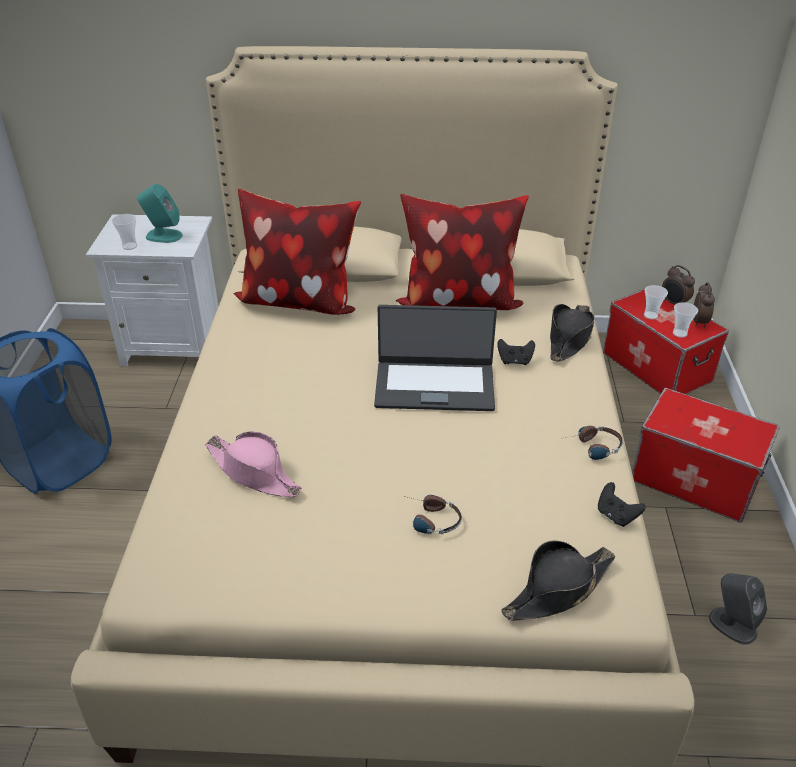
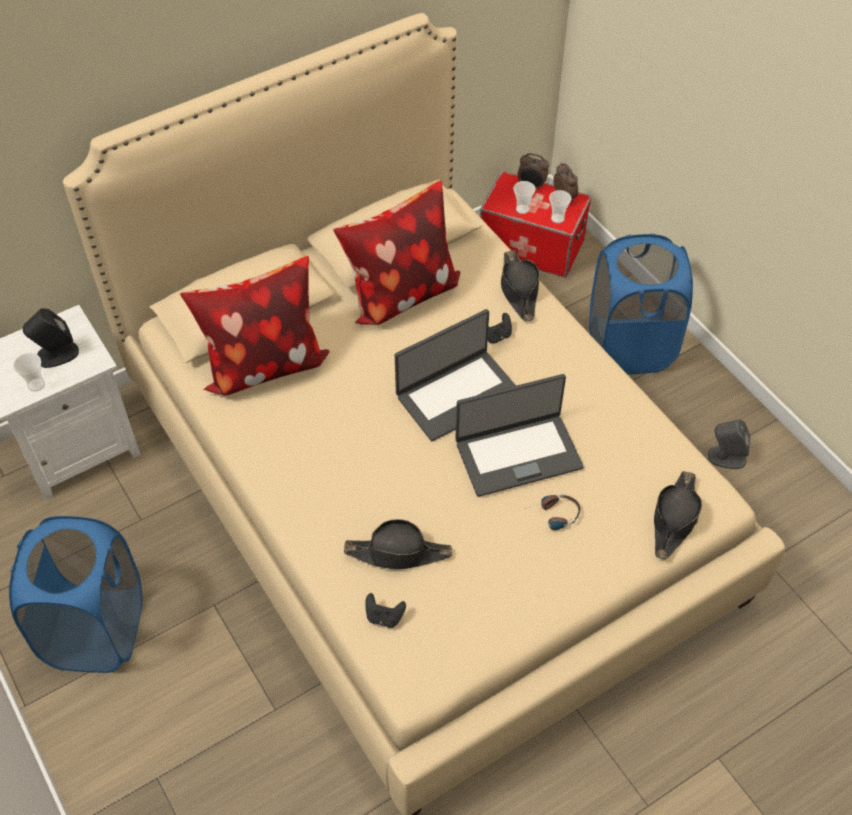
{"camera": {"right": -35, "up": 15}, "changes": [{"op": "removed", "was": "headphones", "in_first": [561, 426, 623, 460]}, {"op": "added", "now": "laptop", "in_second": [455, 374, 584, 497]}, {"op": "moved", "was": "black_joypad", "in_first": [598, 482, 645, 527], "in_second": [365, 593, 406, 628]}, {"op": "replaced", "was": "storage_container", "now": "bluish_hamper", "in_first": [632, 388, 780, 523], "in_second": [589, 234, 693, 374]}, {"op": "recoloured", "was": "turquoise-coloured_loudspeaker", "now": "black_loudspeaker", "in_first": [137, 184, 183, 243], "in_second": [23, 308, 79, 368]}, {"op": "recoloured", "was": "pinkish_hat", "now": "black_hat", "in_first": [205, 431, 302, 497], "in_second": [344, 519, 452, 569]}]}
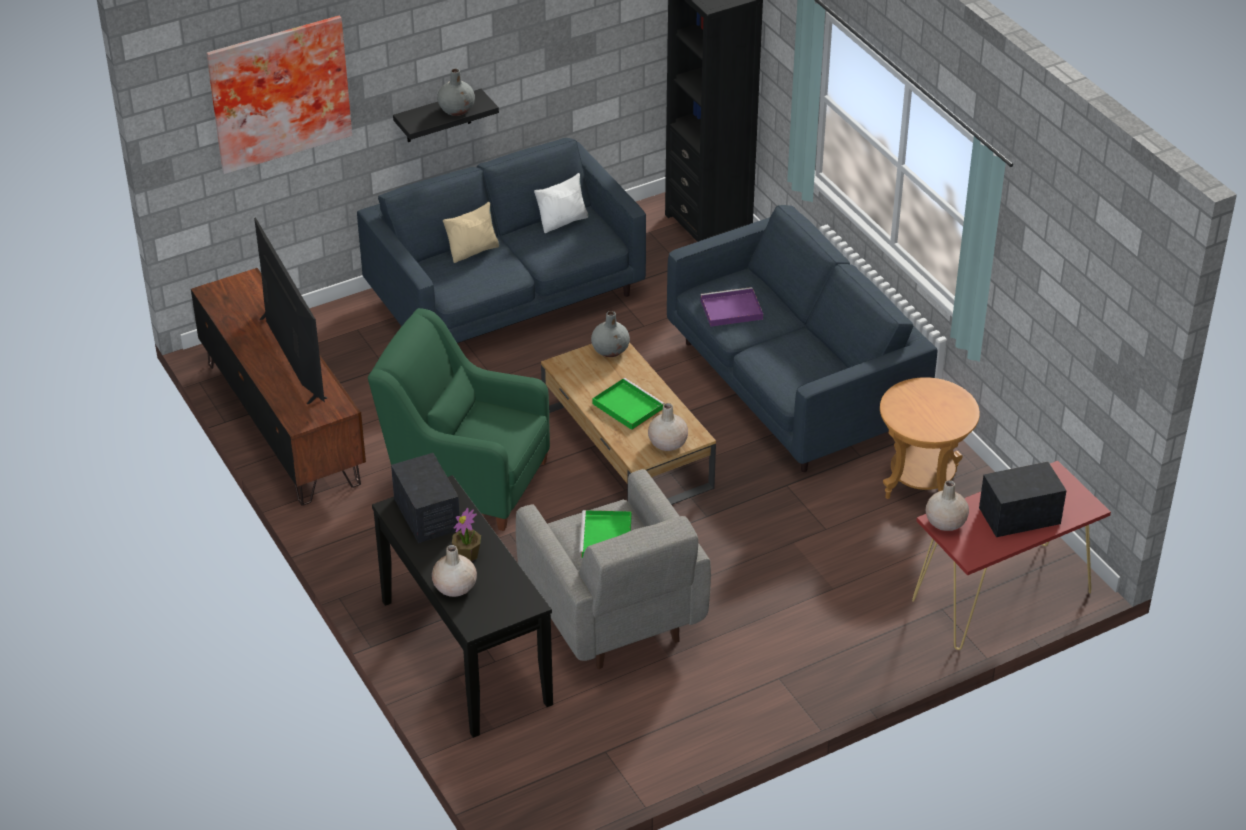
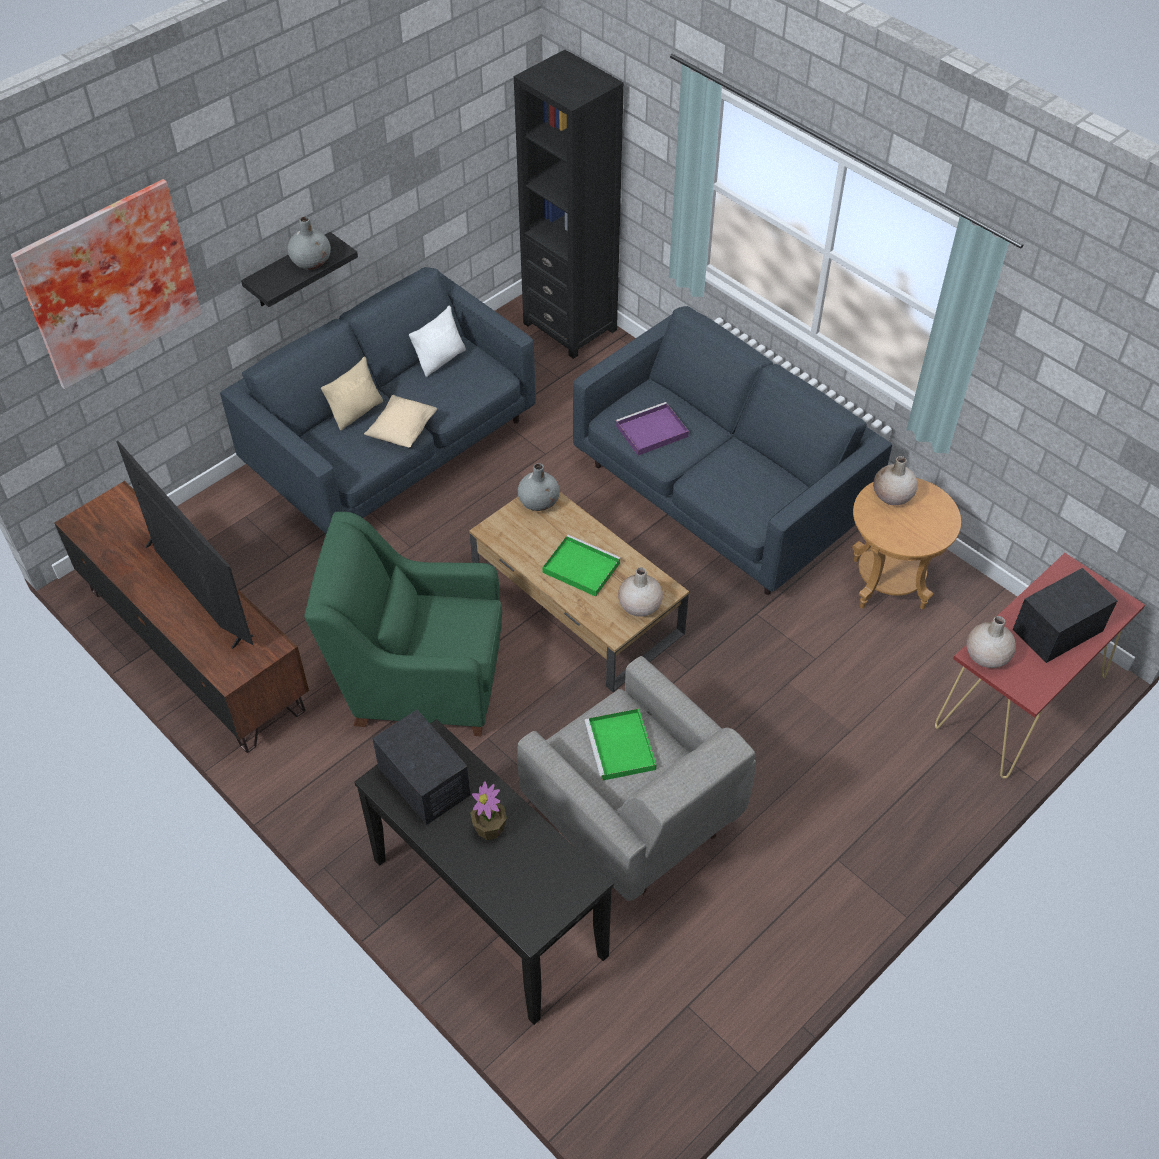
{"camera": {"right": -15, "up": 10}, "changes": [{"op": "added", "now": "sand-coloured_pillow", "in_second": [364, 395, 437, 447]}, {"op": "moved", "was": "sand-coloured_vase", "in_first": [432, 545, 477, 597], "in_second": [873, 456, 918, 505]}]}
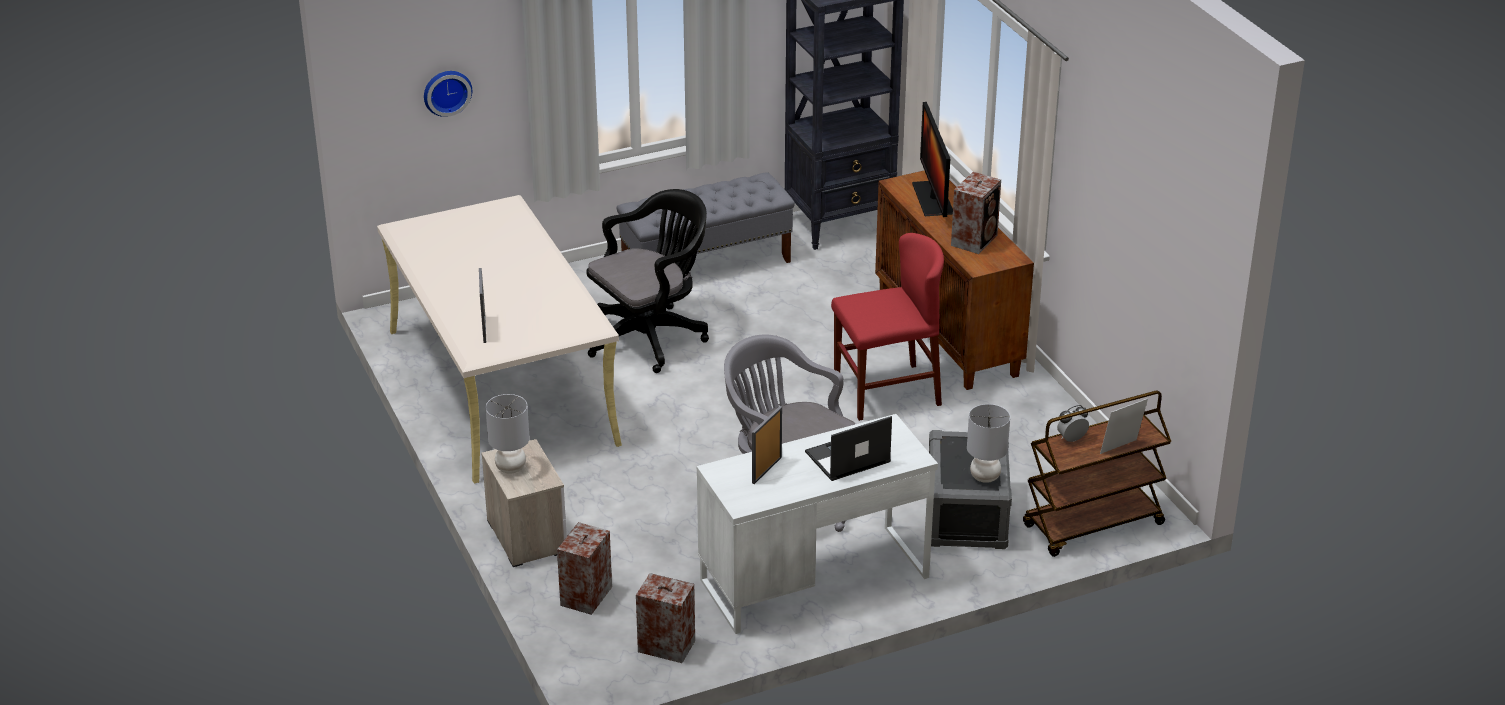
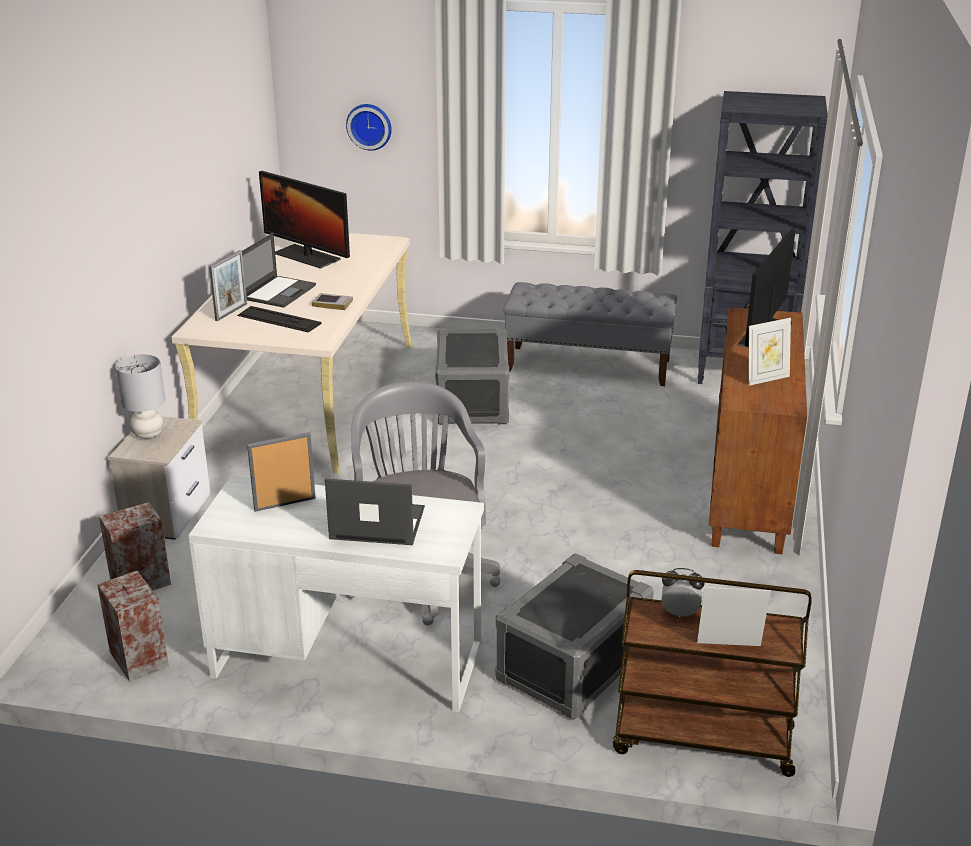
{"camera": {"right": 35, "up": -5}, "changes": [{"op": "removed", "was": "red-coloured_upright_chair", "in_first": [831, 233, 944, 421]}, {"op": "removed", "was": "grey_table_lamp", "in_first": [967, 404, 1010, 483]}, {"op": "added", "now": "PC_keyboard", "in_second": [237, 306, 321, 333]}, {"op": "added", "now": "laptop", "in_second": [242, 233, 316, 308]}, {"op": "added", "now": "monitor", "in_second": [259, 171, 350, 269]}, {"op": "added", "now": "bound_book", "in_second": [312, 293, 353, 310]}, {"op": "replaced", "was": "black_office_chair", "now": "grey_storage_container", "in_first": [587, 189, 709, 373], "in_second": [435, 329, 510, 425]}, {"op": "replaced", "was": "loudspeaker", "now": "standing_frame", "in_first": [951, 172, 1001, 254], "in_second": [748, 318, 791, 386]}]}
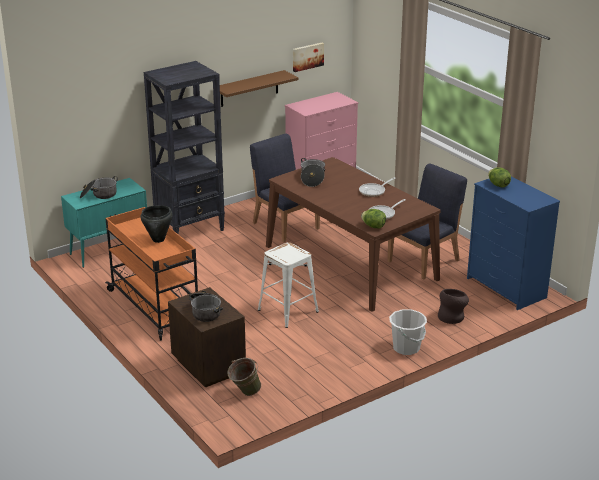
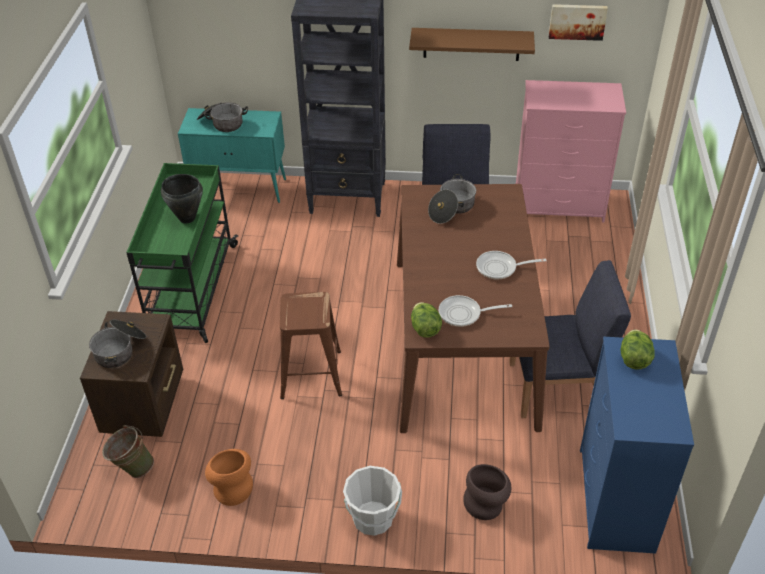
{"camera": {"right": 40, "up": 15}, "changes": [{"op": "added", "now": "orange-coloured_vase", "in_second": [205, 449, 253, 506]}, {"op": "recoloured", "was": "orange-coloured_cart", "now": "green_cart", "in_first": [105, 207, 198, 341], "in_second": [126, 163, 238, 343]}, {"op": "recoloured", "was": "white-coloured_stool", "now": "brown_stool", "in_first": [258, 242, 319, 328], "in_second": [280, 292, 342, 399]}]}
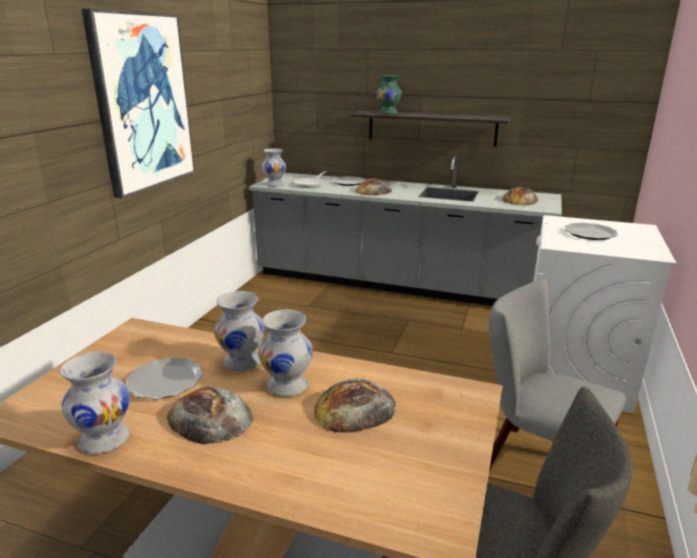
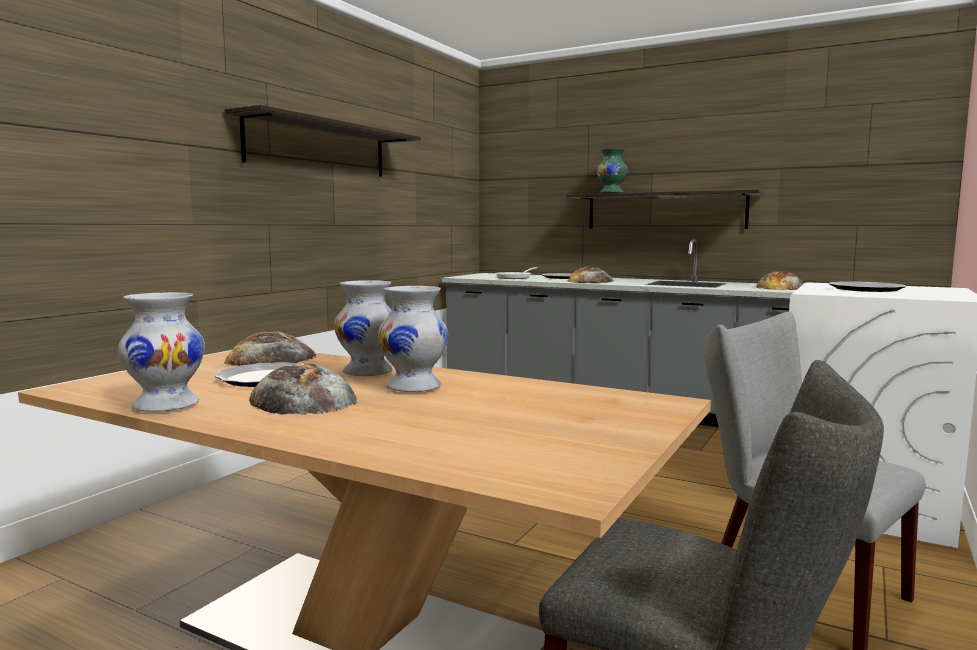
{"camera": {"right": 10, "up": -15}, "changes": [{"op": "removed", "was": "white-coloured_vase", "in_first": [262, 148, 286, 186]}, {"op": "moved", "was": "bread", "in_first": [314, 379, 396, 433], "in_second": [225, 331, 316, 366]}, {"op": "replaced", "was": "wall_picture", "now": "shelf", "in_first": [81, 9, 195, 198], "in_second": [224, 105, 421, 177]}]}
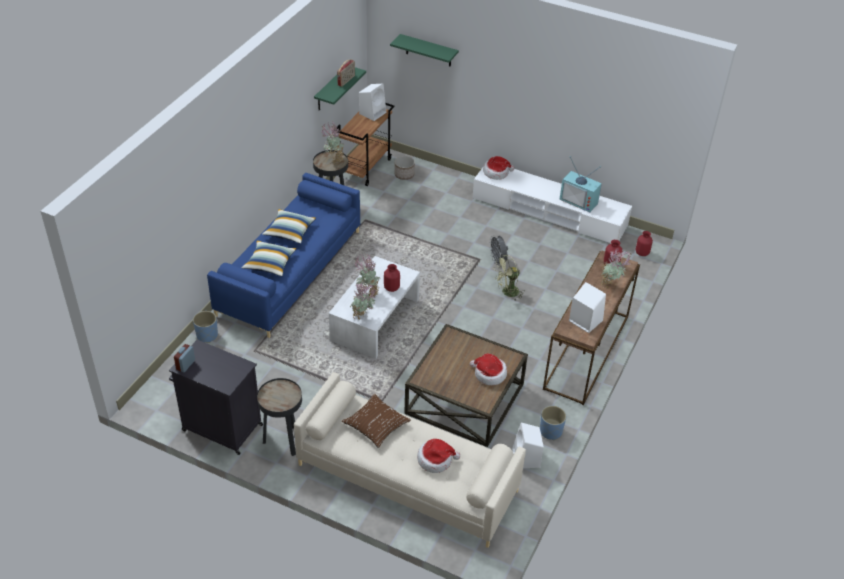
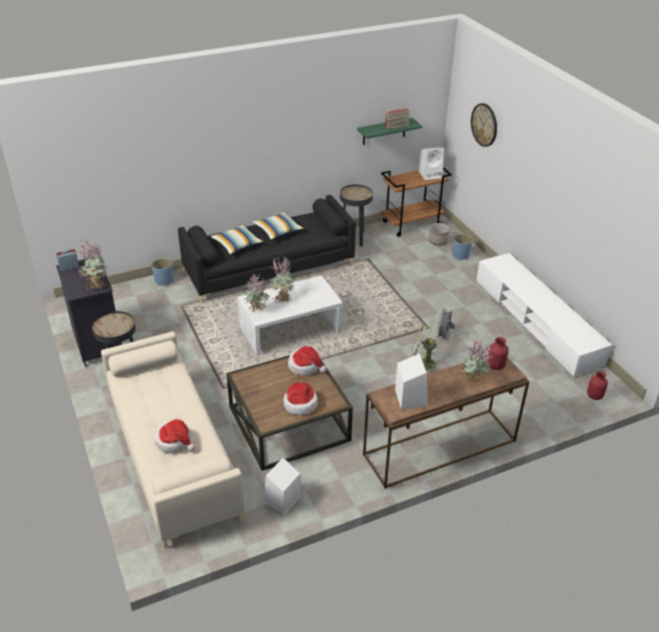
{"camera": {"right": 40, "up": -5}, "changes": [{"op": "removed", "was": "brown_pillow", "in_first": [342, 394, 411, 448]}, {"op": "removed", "was": "red-coloured_vase", "in_first": [384, 264, 400, 292]}, {"op": "removed", "was": "TV", "in_first": [559, 156, 602, 212]}, {"op": "moved", "was": "plant_in_a_pot", "in_first": [321, 122, 345, 165], "in_second": [78, 240, 108, 290]}, {"op": "moved", "was": "hat", "in_first": [483, 156, 514, 180], "in_second": [288, 346, 327, 376]}, {"op": "moved", "was": "bluish_flower_pot", "in_first": [540, 406, 566, 440], "in_second": [452, 234, 473, 260]}, {"op": "replaced", "was": "green_shelf", "now": "wall_clock", "in_first": [390, 34, 459, 67], "in_second": [471, 103, 497, 147]}, {"op": "recoloured", "was": "bluish_settee", "now": "black_settee", "in_first": [207, 173, 360, 338], "in_second": [178, 195, 356, 303]}]}
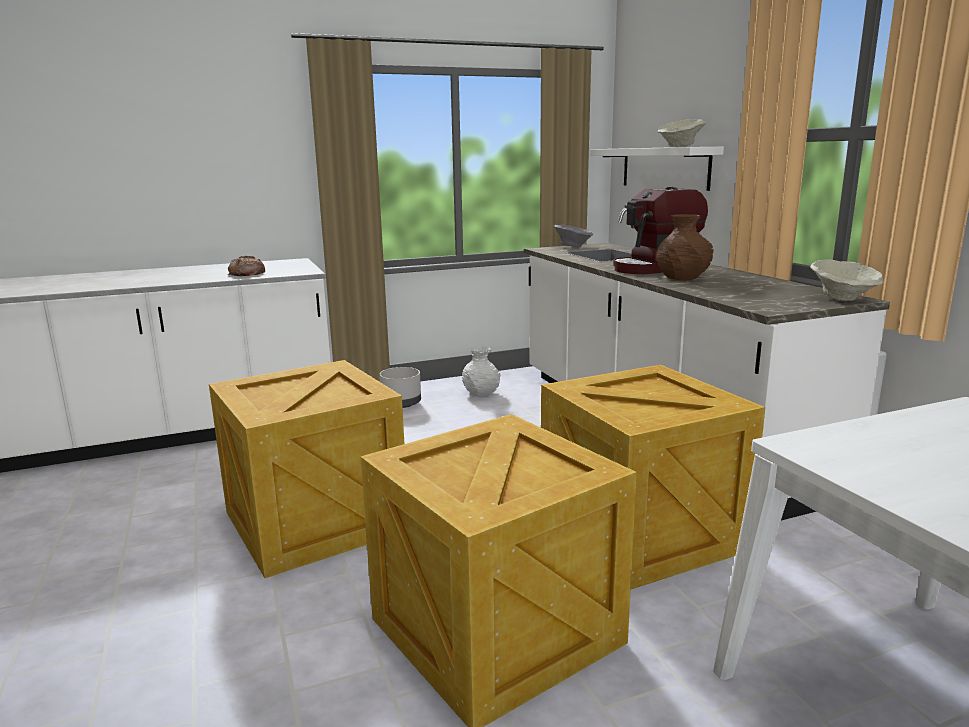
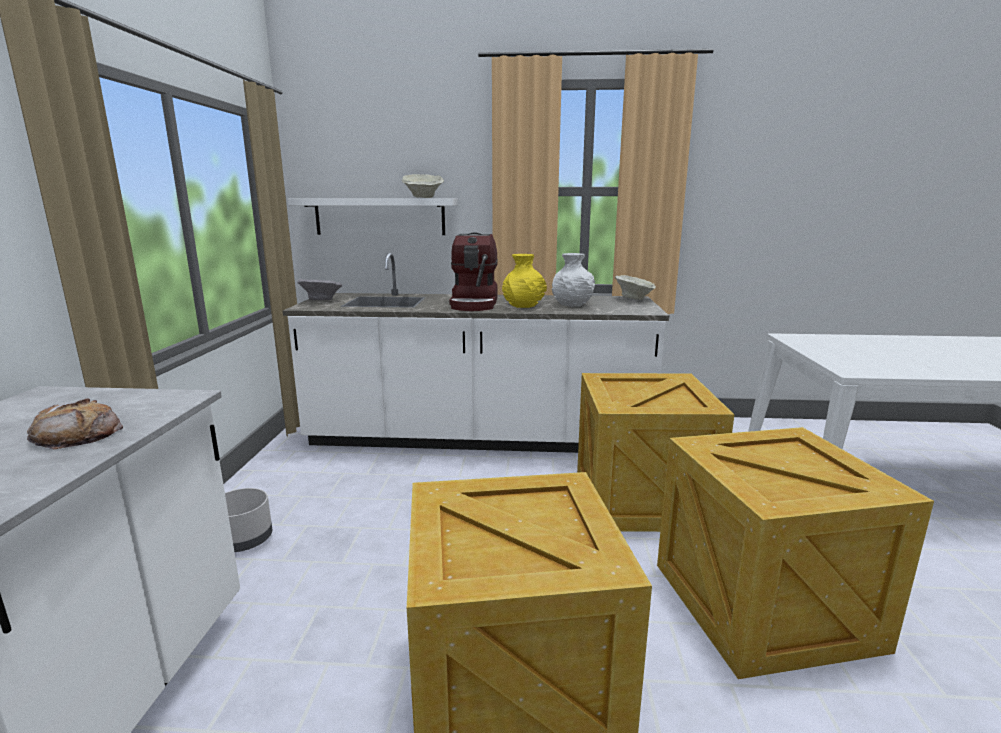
{"camera": {"right": -65, "up": 0}, "changes": [{"op": "moved", "was": "white-coloured_vase", "in_first": [462, 346, 500, 396], "in_second": [552, 253, 595, 307]}, {"op": "recoloured", "was": "brown_vase", "now": "yellowish_vase", "in_first": [657, 214, 713, 280], "in_second": [502, 254, 547, 308]}]}
